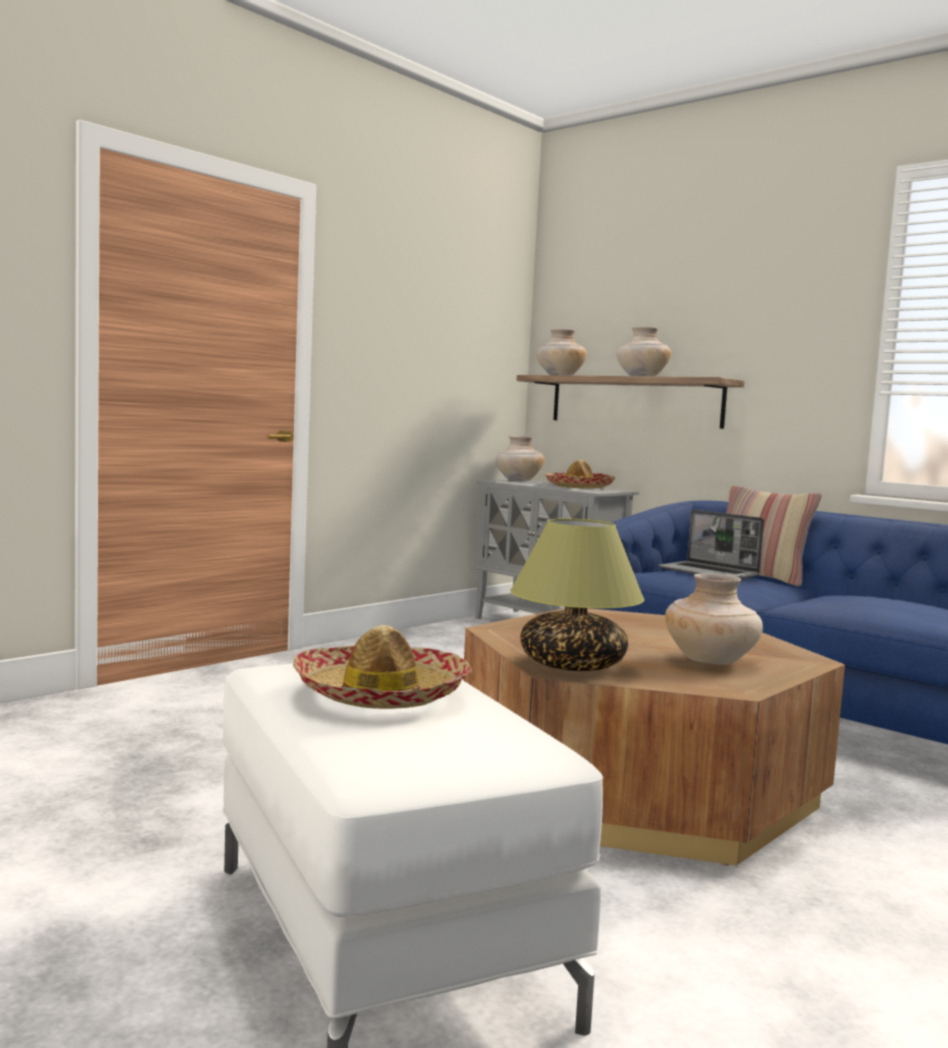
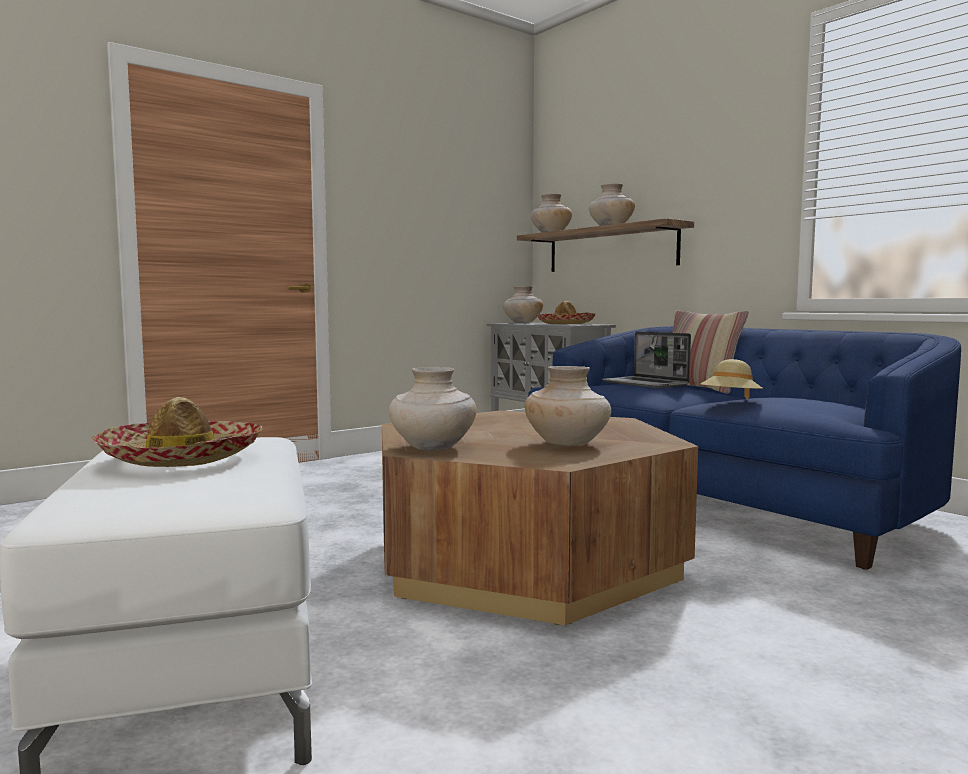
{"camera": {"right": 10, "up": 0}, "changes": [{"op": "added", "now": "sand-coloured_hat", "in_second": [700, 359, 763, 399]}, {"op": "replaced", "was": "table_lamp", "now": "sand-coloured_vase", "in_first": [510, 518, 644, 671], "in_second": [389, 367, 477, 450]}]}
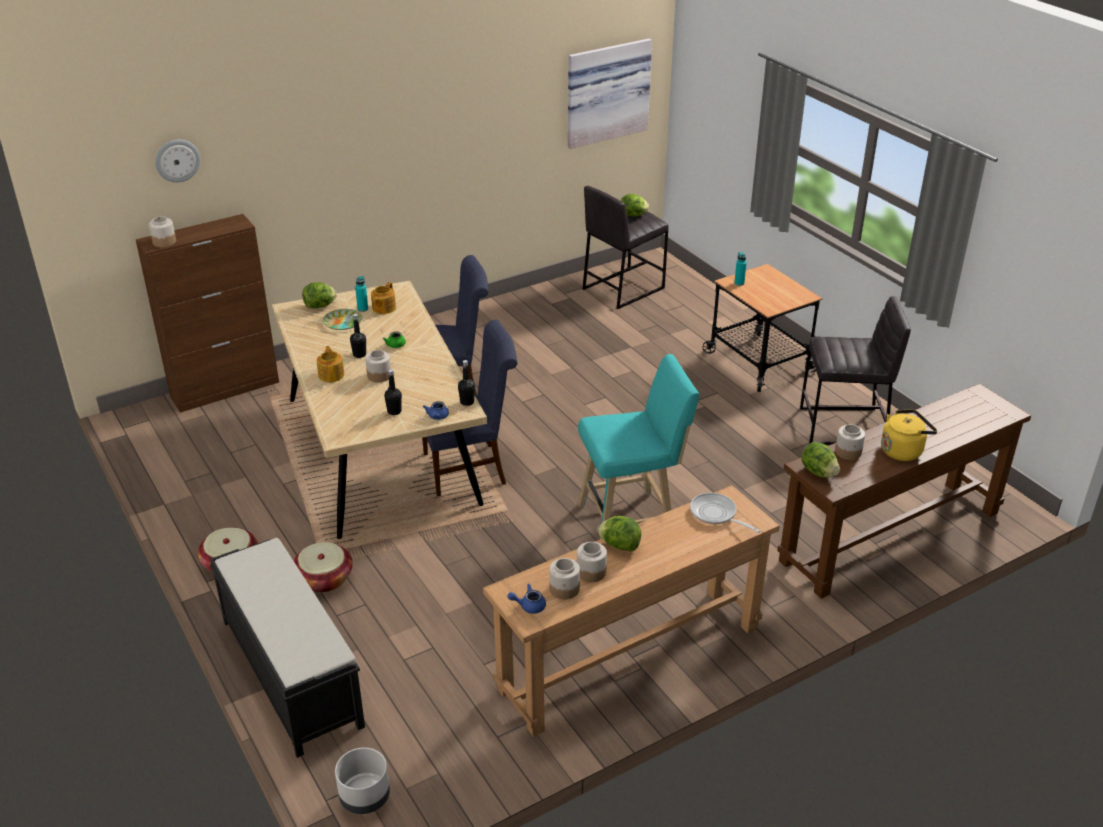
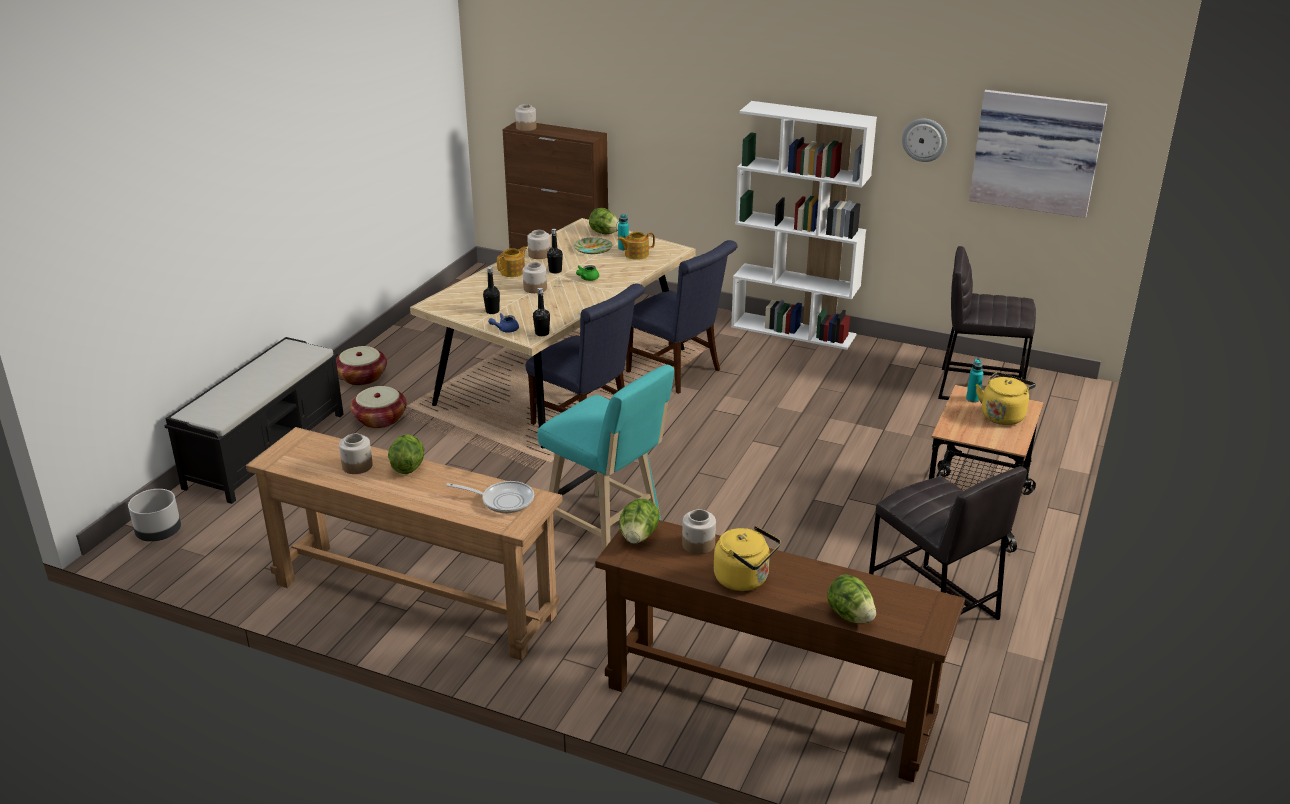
{"camera": {"right": 55, "up": -5}, "changes": [{"op": "removed", "was": "bluish_tea_pot", "in_first": [507, 584, 546, 614]}, {"op": "added", "now": "white-coloured_bookcase", "in_second": [731, 101, 877, 350]}, {"op": "added", "now": "yellowish_tea_kettle", "in_second": [976, 372, 1036, 425]}, {"op": "moved", "was": "wall_clock", "in_first": [155, 140, 200, 183], "in_second": [902, 119, 947, 162]}, {"op": "moved", "was": "preserve_jar", "in_first": [549, 558, 580, 599], "in_second": [527, 230, 550, 259]}, {"op": "moved", "was": "lettuce", "in_first": [621, 194, 649, 216], "in_second": [827, 574, 876, 623]}, {"op": "turned", "was": "skillet", "in_first": [690, 493, 760, 533], "in_second": [446, 481, 534, 513], "clockwise": 90}]}
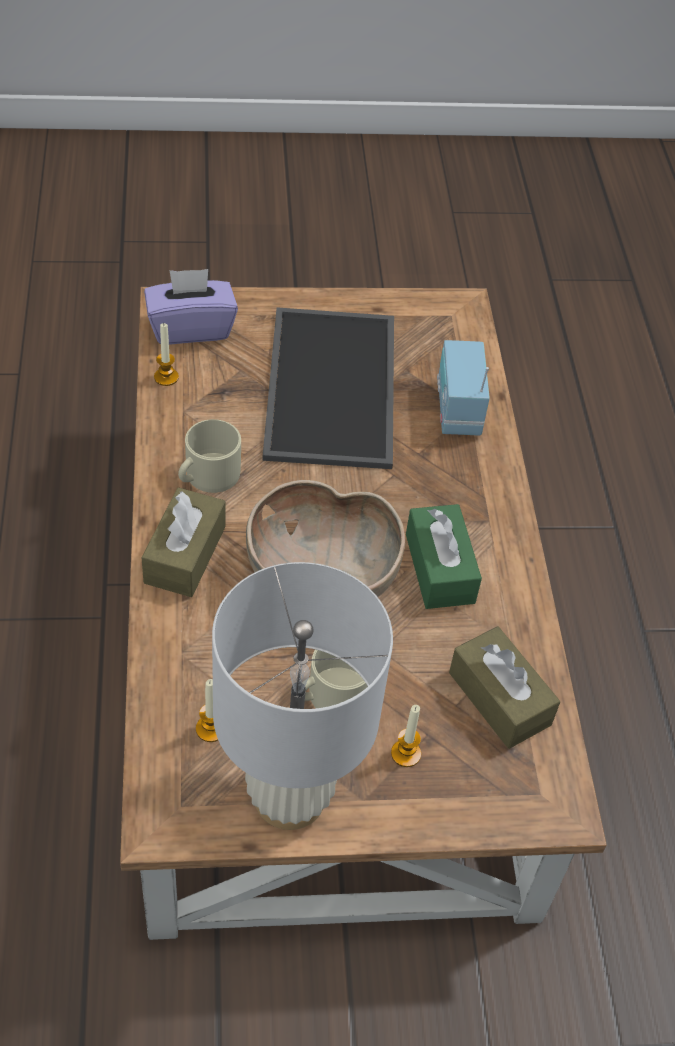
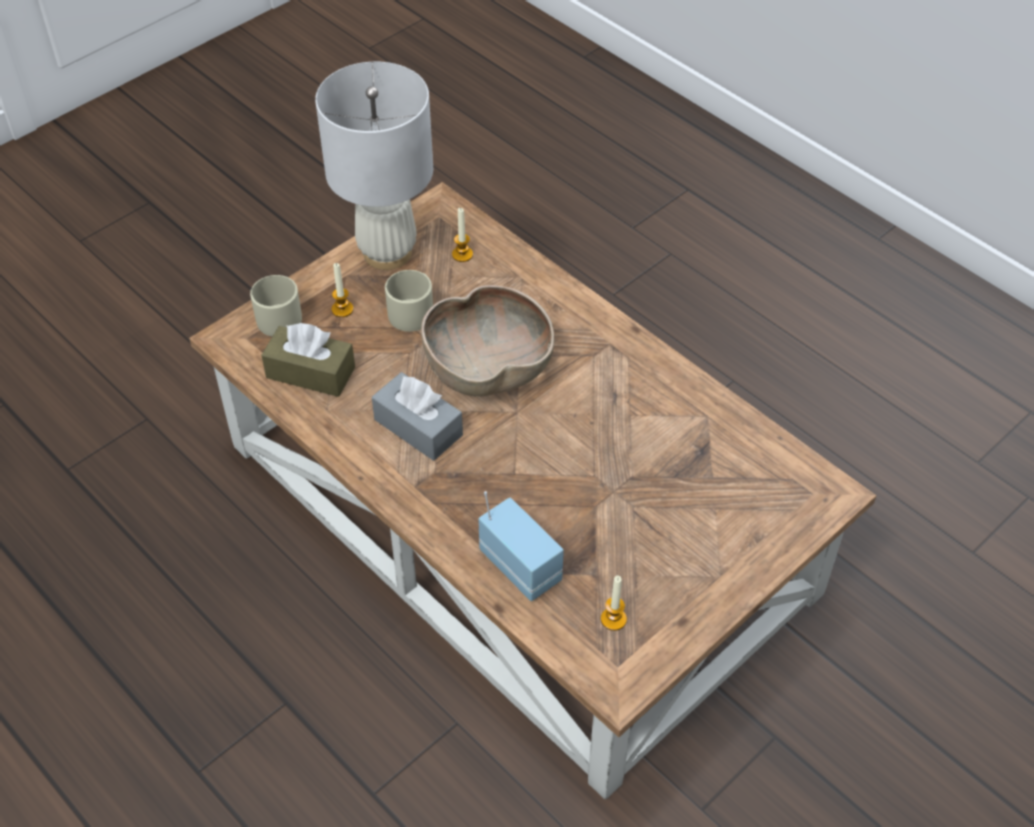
{"camera": {"right": 145, "up": 0}, "changes": [{"op": "removed", "was": "brown_box_of_tissues", "in_first": [141, 488, 226, 597]}, {"op": "removed", "was": "purple_box_of_tissues", "in_first": [144, 269, 238, 344]}, {"op": "removed", "was": "carrying_tray", "in_first": [262, 307, 394, 469]}, {"op": "moved", "was": "wax_light", "in_first": [154, 323, 179, 386], "in_second": [601, 576, 627, 631]}, {"op": "moved", "was": "sand-coloured_tea_mug", "in_first": [178, 419, 241, 493], "in_second": [250, 275, 302, 336]}, {"op": "recoloured", "was": "green_box_of_tissues", "now": "grey_box_of_tissues", "in_first": [406, 504, 482, 609], "in_second": [372, 372, 463, 461]}]}
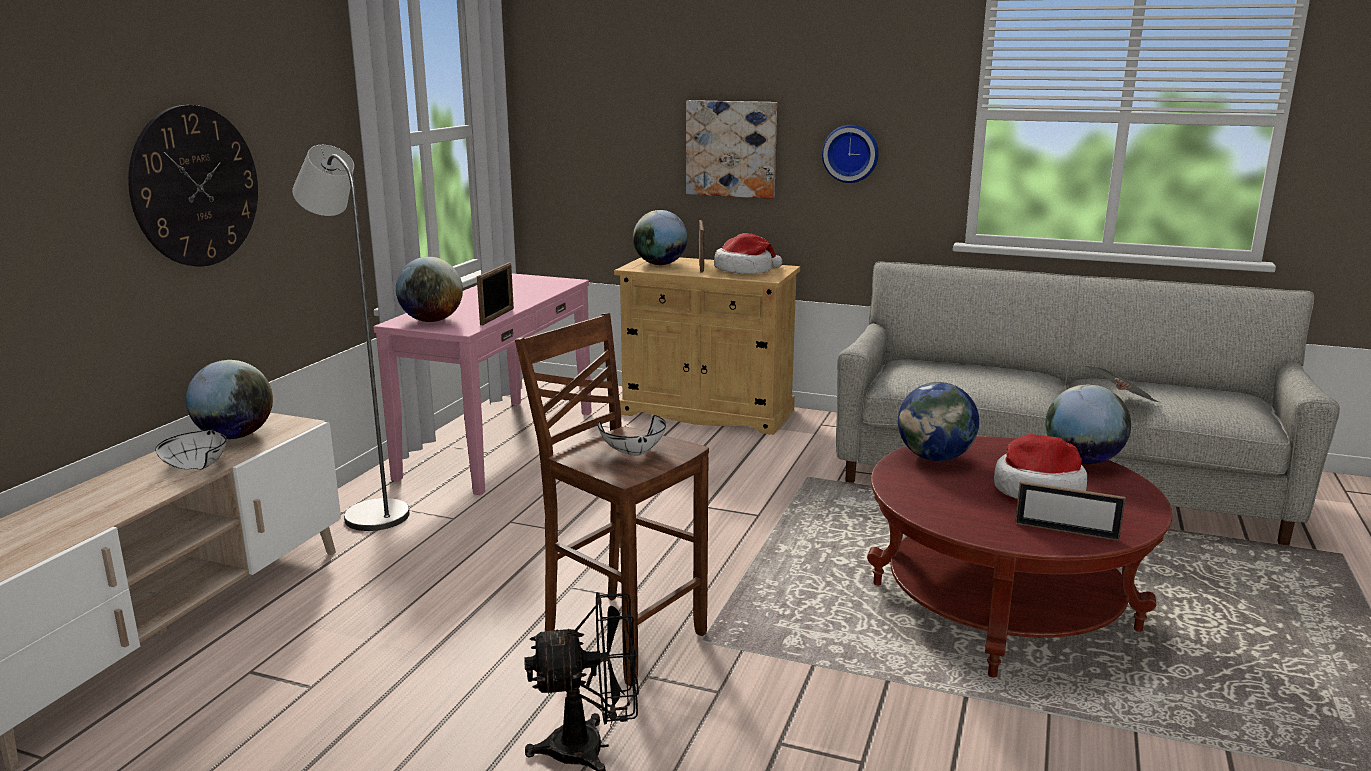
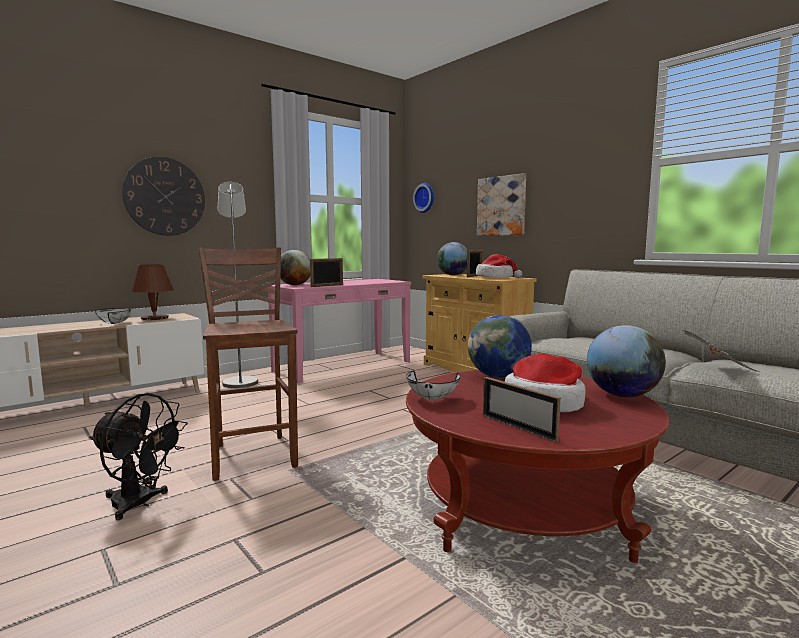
{"camera": {"right": 30, "up": -10}, "changes": [{"op": "moved", "was": "white-coloured_bowl", "in_first": [598, 415, 666, 456], "in_second": [406, 371, 460, 401]}, {"op": "moved", "was": "wall_clock", "in_first": [822, 125, 879, 183], "in_second": [413, 183, 434, 213]}, {"op": "replaced", "was": "globe", "now": "brown_table_lamp", "in_first": [186, 360, 273, 439], "in_second": [131, 264, 174, 320]}]}
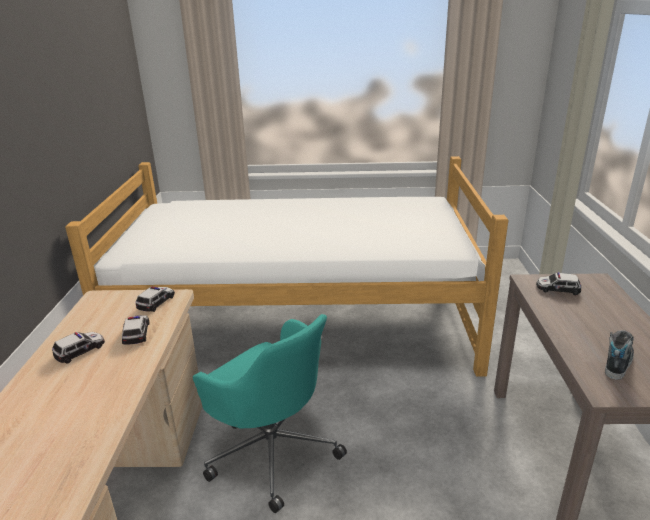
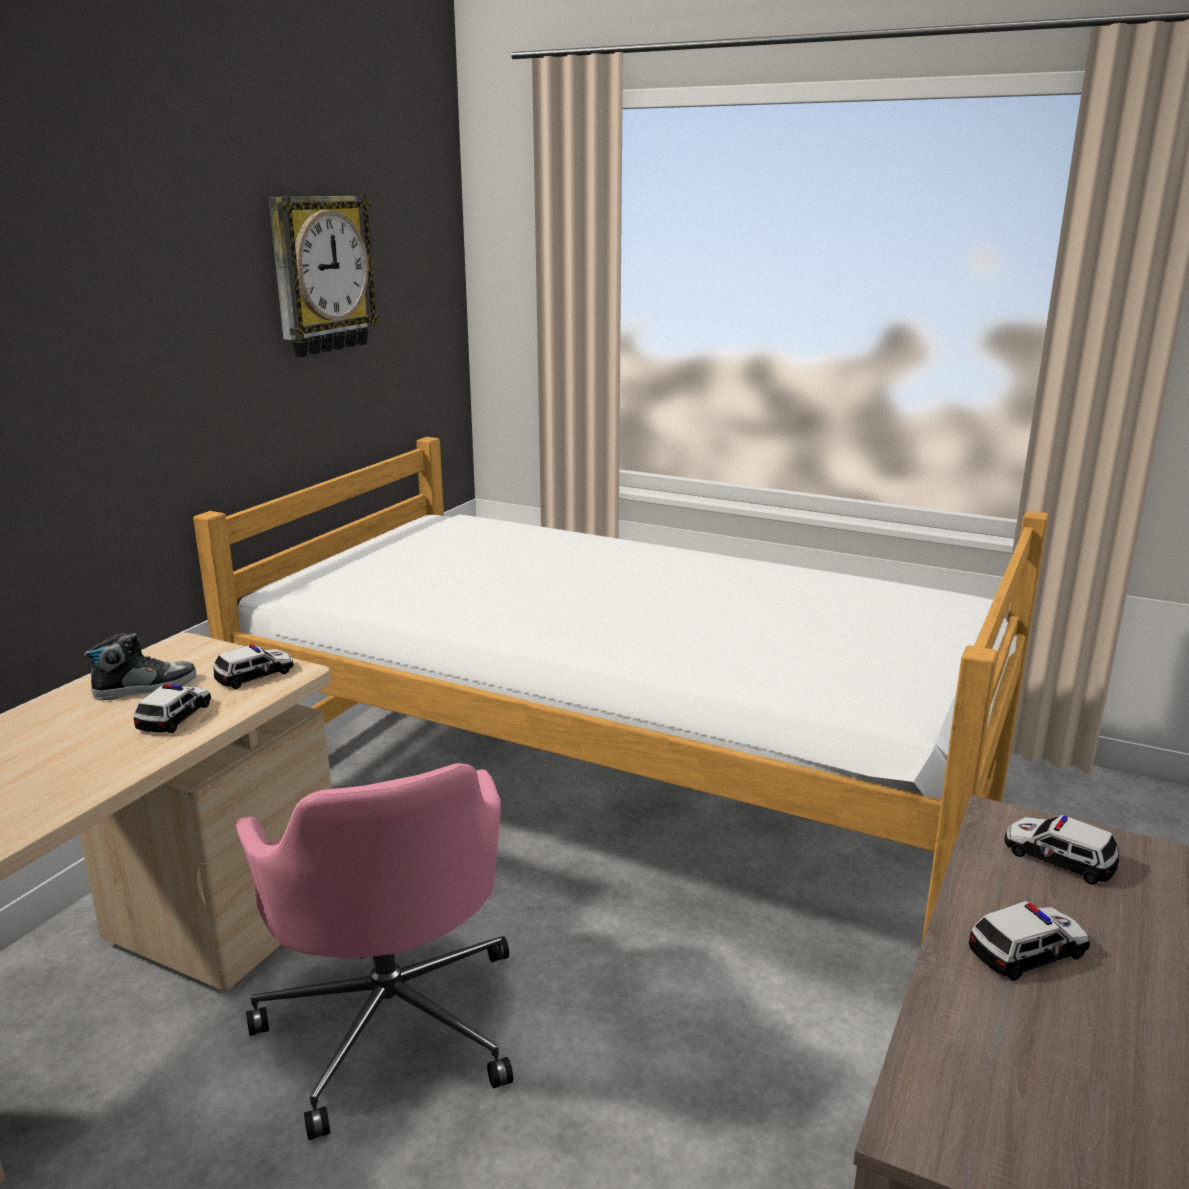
{"camera": {"right": 25, "up": -5}, "changes": [{"op": "added", "now": "wall_clock", "in_second": [269, 196, 379, 357]}, {"op": "moved", "was": "miniature_car", "in_first": [52, 332, 105, 364], "in_second": [969, 901, 1090, 981]}, {"op": "moved", "was": "item_of_footwear", "in_first": [605, 330, 634, 380], "in_second": [84, 633, 196, 700]}, {"op": "recoloured", "was": "turquoise-coloured_office_chair", "now": "pinkish_office_chair", "in_first": [193, 314, 347, 513], "in_second": [235, 763, 513, 1140]}]}
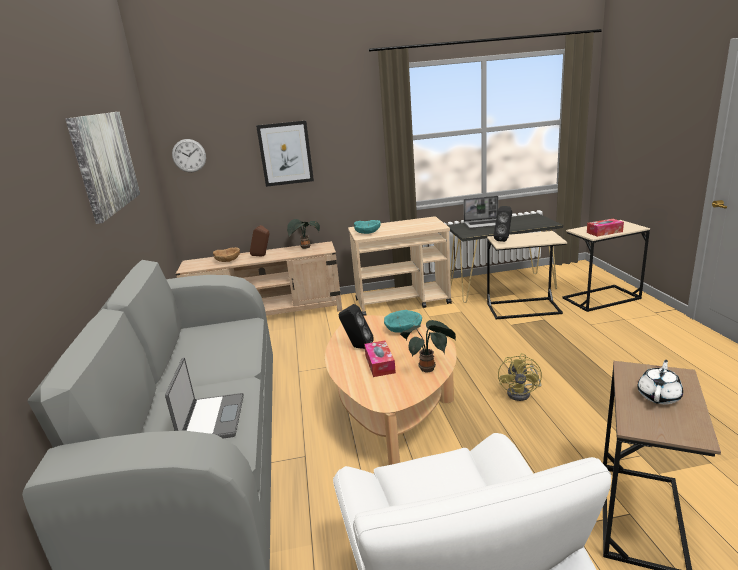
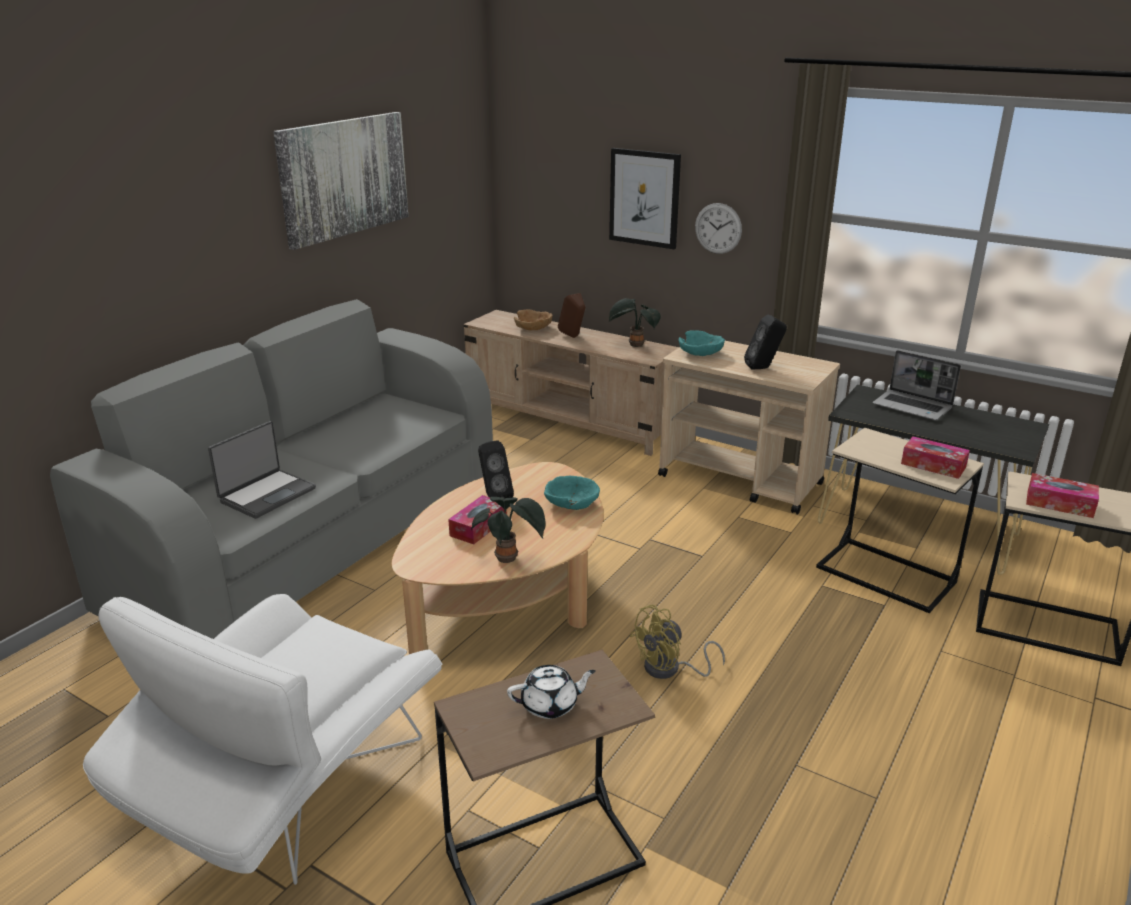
{"camera": {"right": 40, "up": 5}, "changes": [{"op": "added", "now": "box_of_tissues", "in_second": [901, 436, 970, 479]}, {"op": "moved", "was": "wall_clock", "in_first": [172, 139, 206, 172], "in_second": [695, 203, 742, 254]}, {"op": "moved", "was": "black_loudspeaker", "in_first": [494, 206, 512, 242], "in_second": [744, 314, 787, 369]}]}
